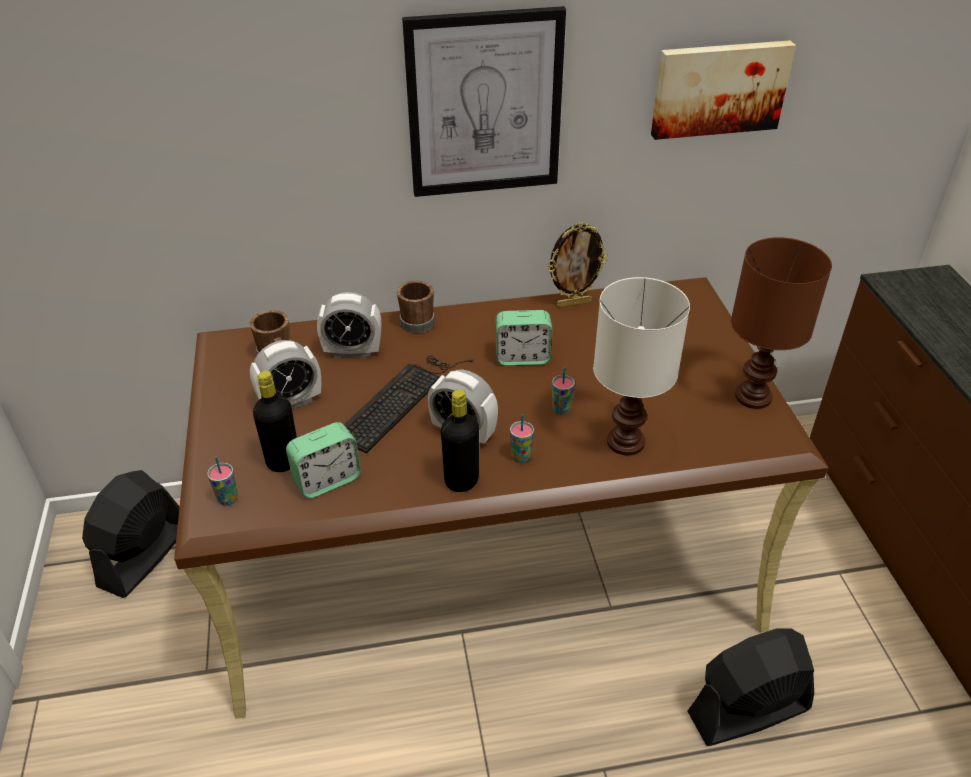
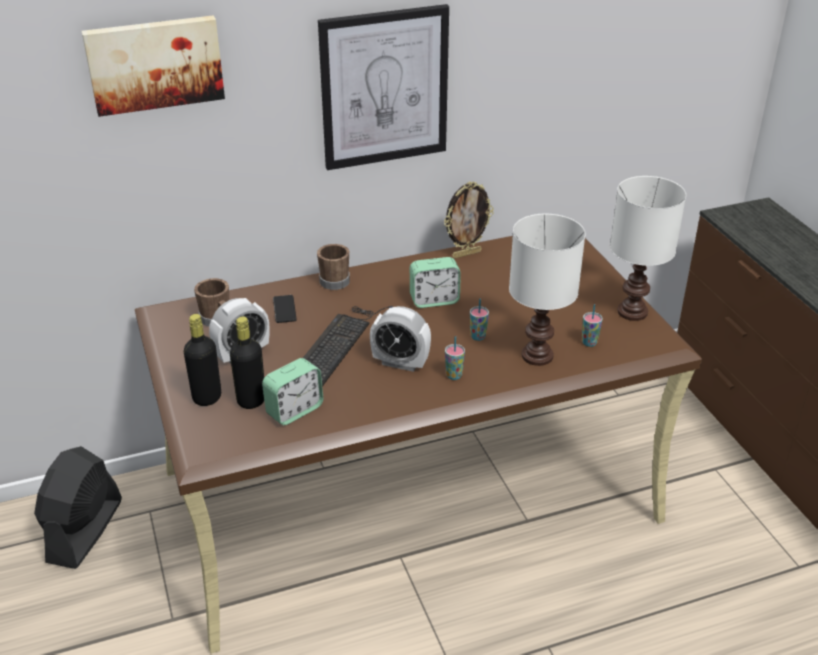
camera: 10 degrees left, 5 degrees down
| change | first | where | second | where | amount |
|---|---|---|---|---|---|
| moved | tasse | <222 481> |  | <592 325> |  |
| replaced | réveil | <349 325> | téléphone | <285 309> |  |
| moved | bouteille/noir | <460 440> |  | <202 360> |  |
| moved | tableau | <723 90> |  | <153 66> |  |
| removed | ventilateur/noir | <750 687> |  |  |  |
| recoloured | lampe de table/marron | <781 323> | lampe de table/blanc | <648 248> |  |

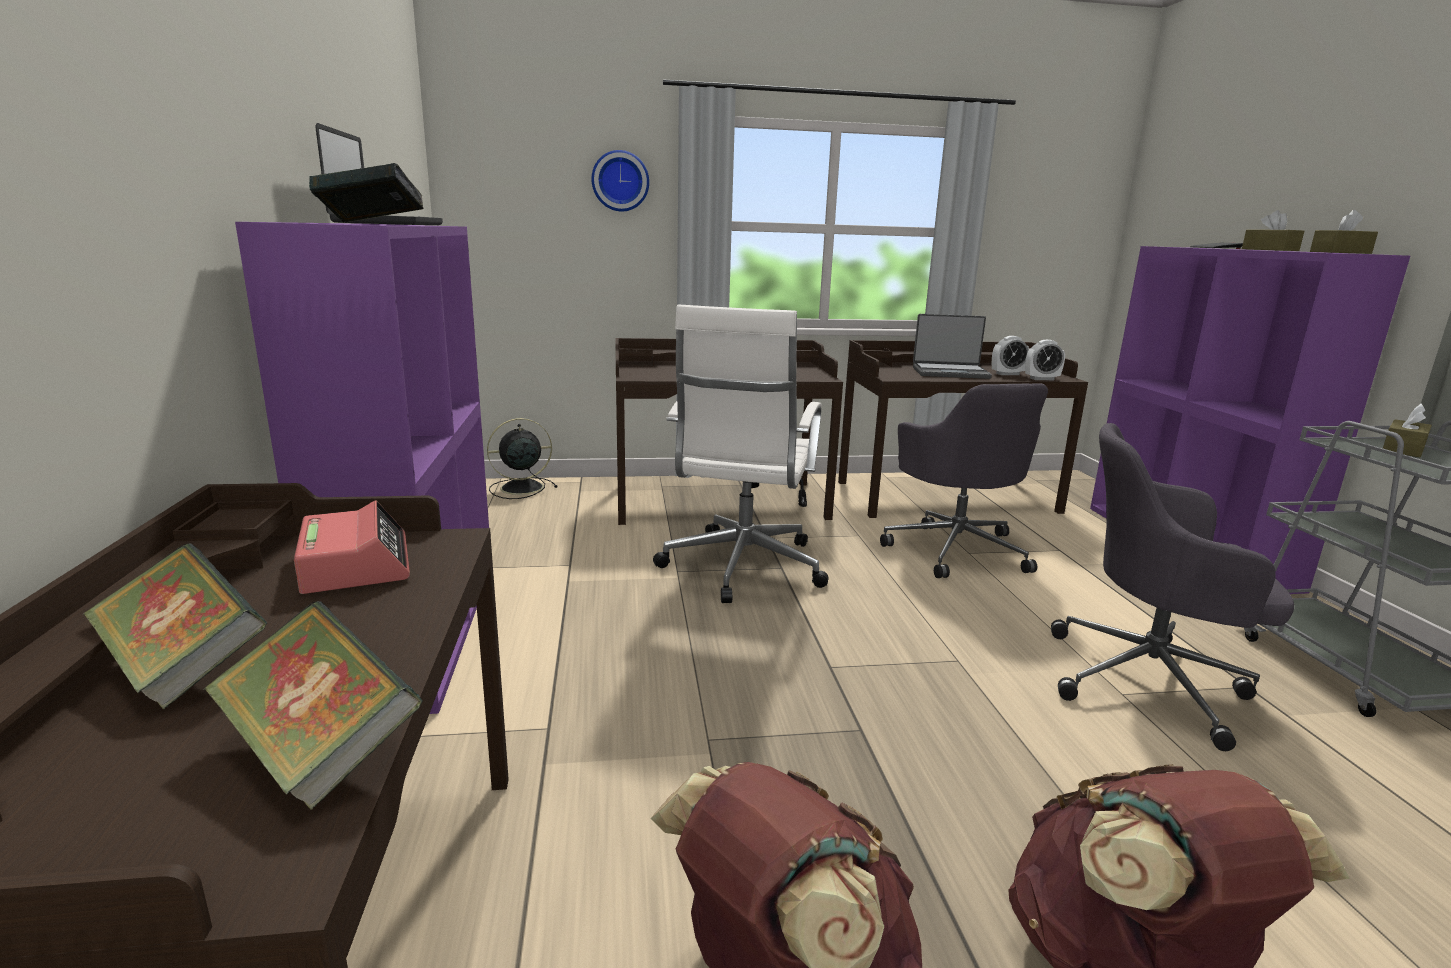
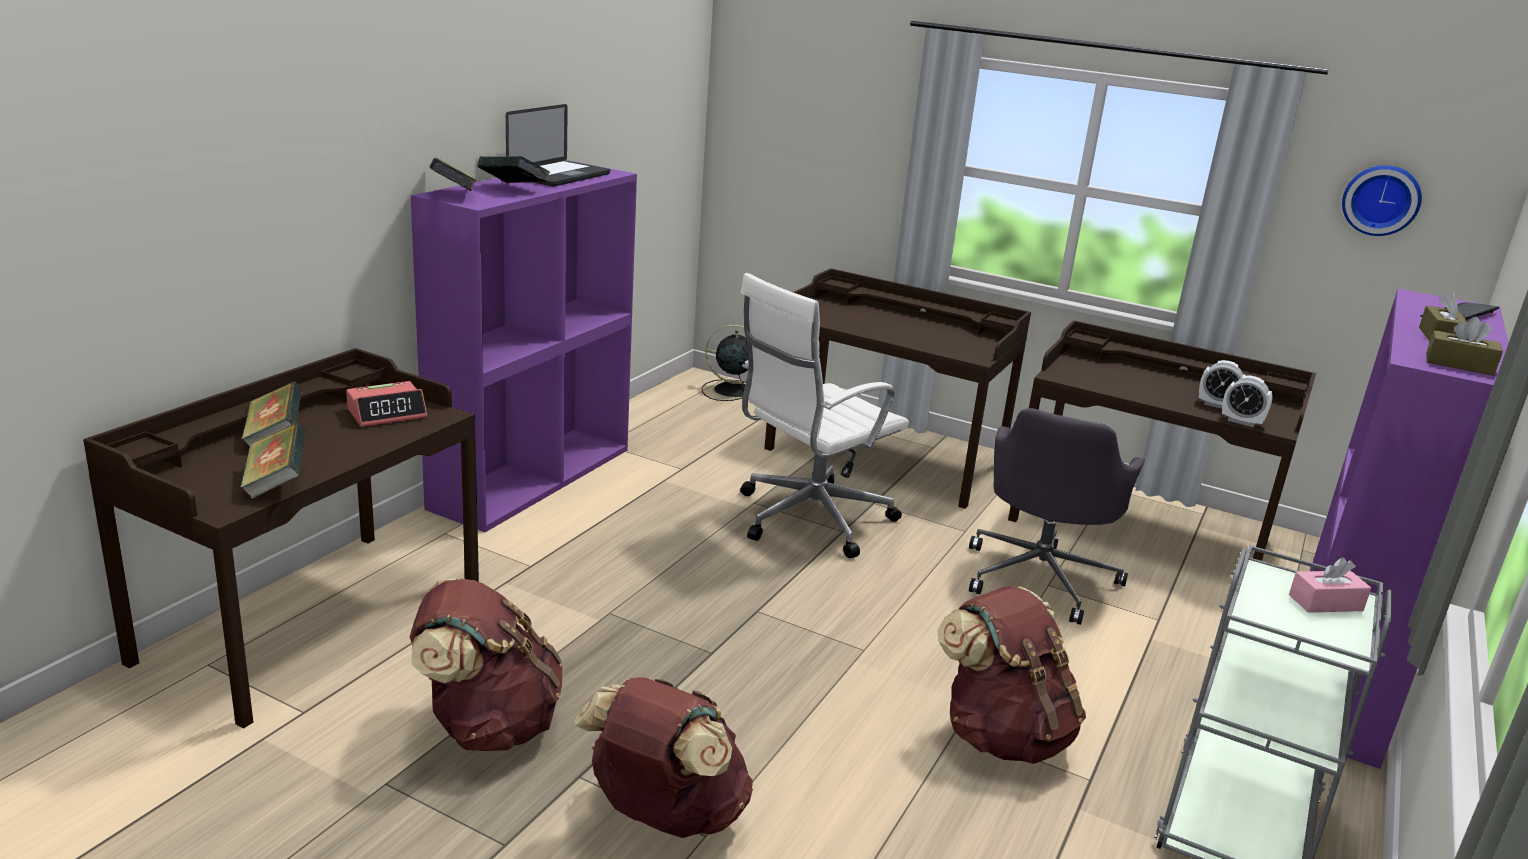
camera: 35 degrees right, 5 degrees up
| change | first | where | second | where | amount |
|---|---|---|---|---|---|
| turned | réveil | <352 547> |  | <386 404> | 45 degrees clockwise |
| moved | horloge murale | <620 181> |  | <1382 200> |  |
| removed | ordinateur portable | <952 346> |  |  |  |
| replaced | chaise de bureau/gris | <1172 587> | sac à dos/marron | <1011 675> |  |
| recoloured | boîte à mouchoirs/marron | <1407 430> | boîte à mouchoirs/rose | <1330 585> |  |
| added |  |  | livre | <453 174> |  |

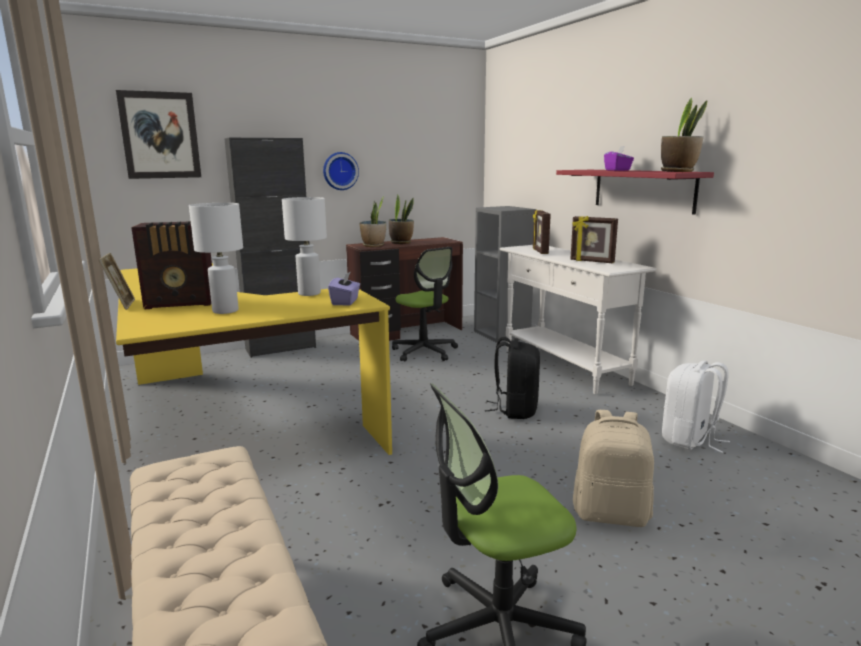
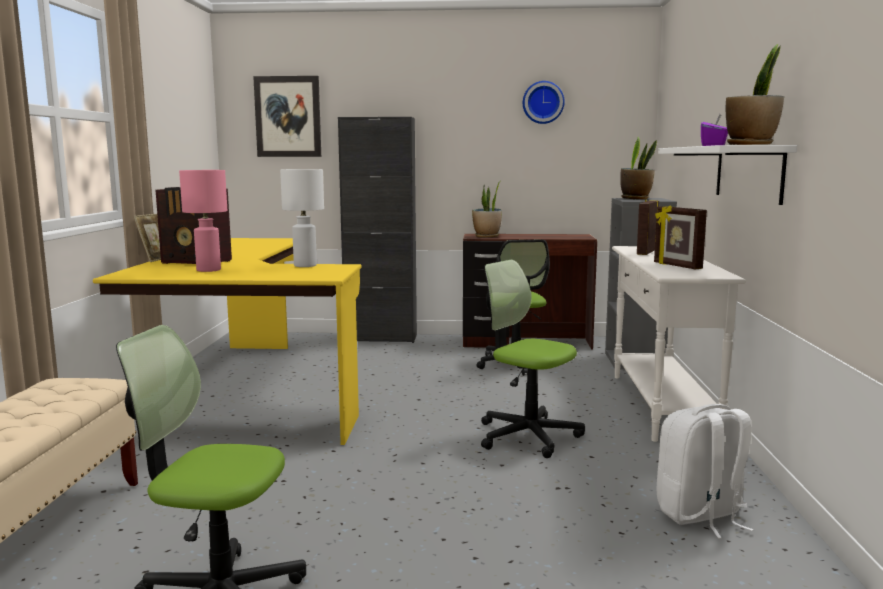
camera: 30 degrees right, 5 degrees down
| change | first | where | second | where | amount |
|---|---|---|---|---|---|
| recoloured | lampe de table/blanc | <216 258> | lampe de table/rose | <203 221> |  |
| moved | horloge murale | <341 171> |  | <544 102> |  |
| removed | boîte à mouchoirs/violet | <344 288> |  |  |  |
| moved | plante en pot | <401 219> |  | <638 167> |  |
| replaced | sac à dos/noir | <512 378> | chaise de bureau | <533 359> |  |
| recoloured | étagère/rouge | <635 192> | étagère/blanc | <727 175> |  |
| removed | sac à dos/beige | <613 468> |  |  |  |

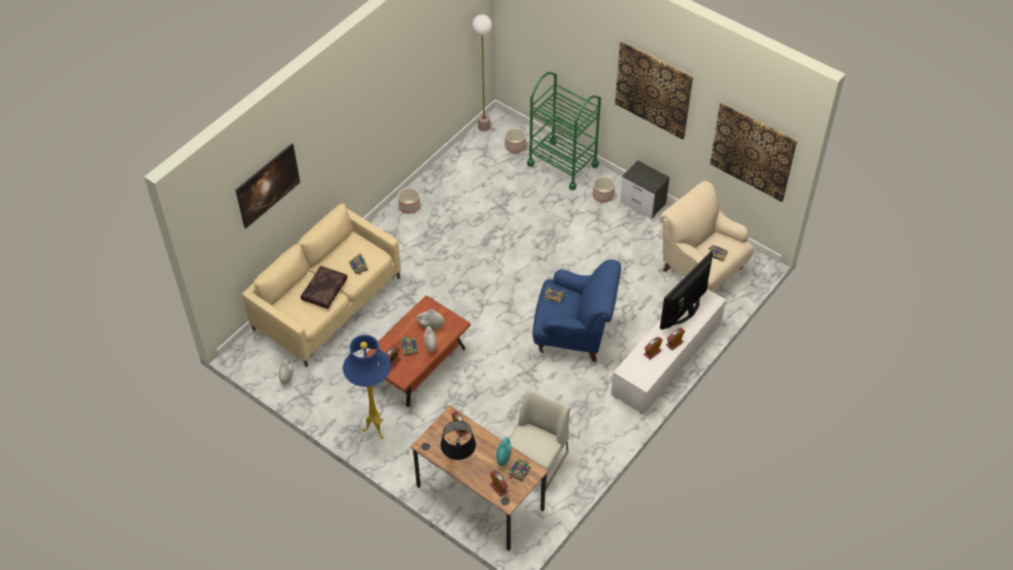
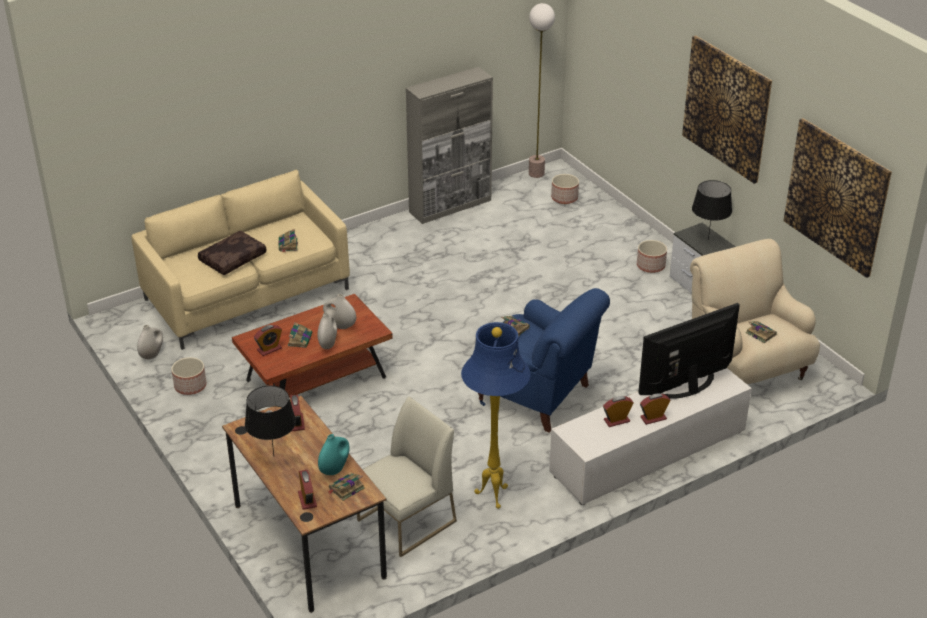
camera: 20 degrees right, 15 degrees down
| change | first | where | second | where | amount |
|---|---|---|---|---|---|
| removed | tableau | <268 186> |  |  |  |
| moved | lampadaire/bleu | <367 387> |  | <496 415> |  |
| moved | cache-pot | <409 201> |  | <188 376> |  |
| removed | chariot/vert | <564 131> |  |  |  |
| added |  |  | meuble de rangement/gris | <449 145> |  |
| added |  |  | lampe de table/noir | <712 210> |  |

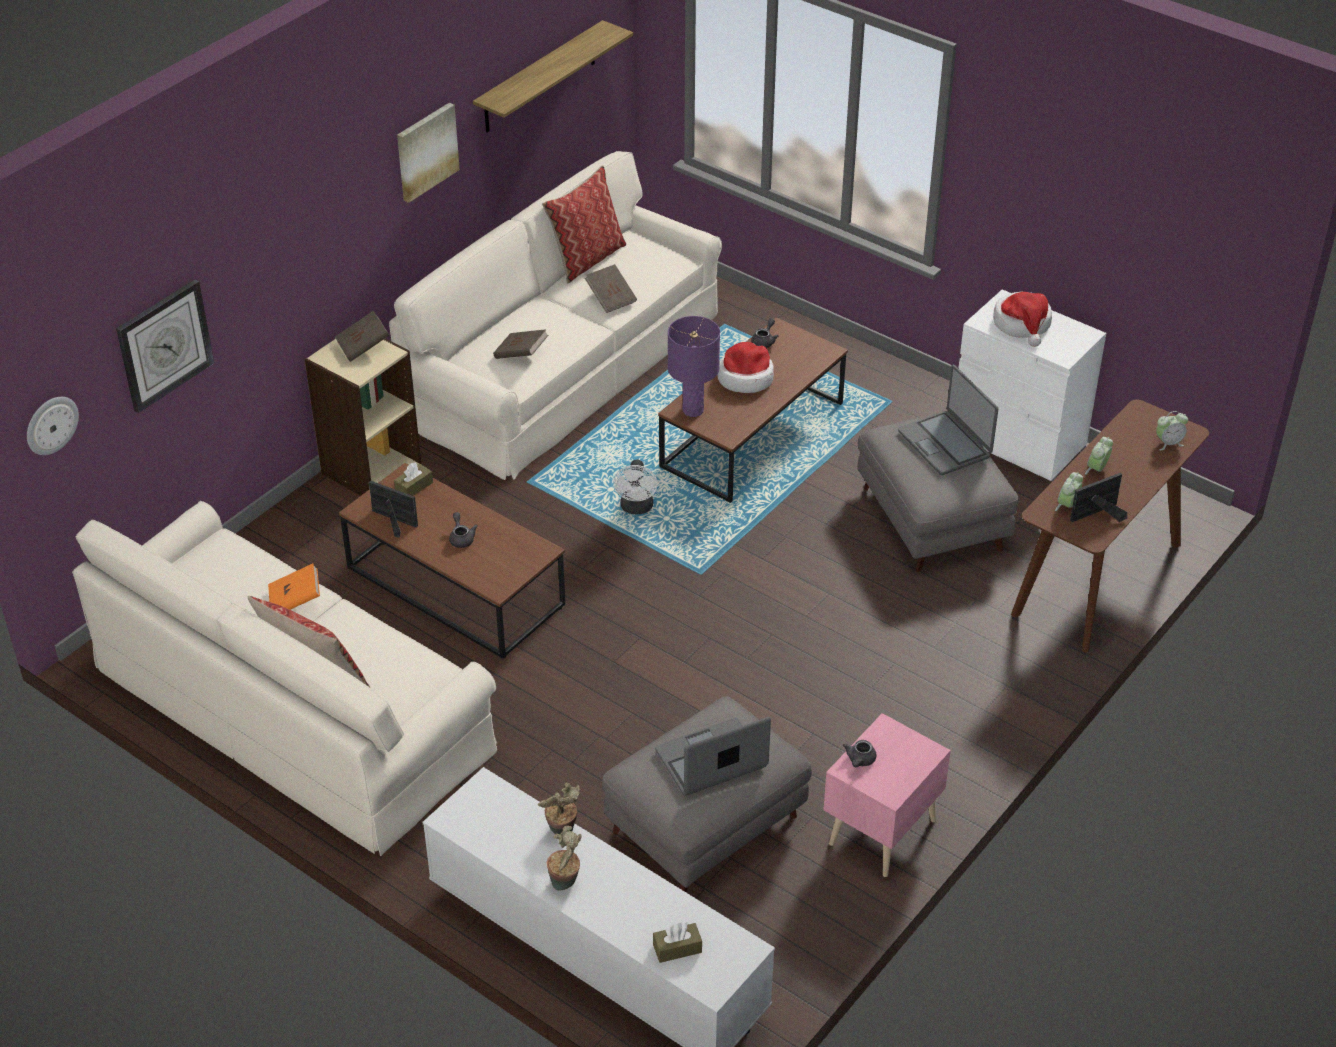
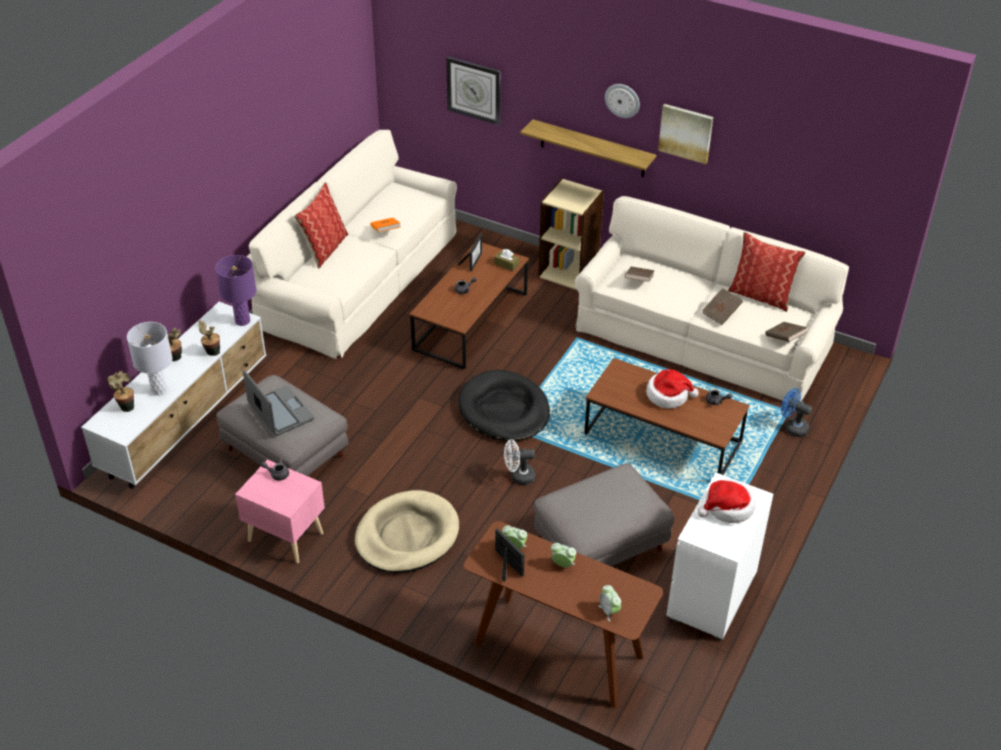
camera: 80 degrees right, 0 degrees up
| change | first | where | second | where | amount |
|---|---|---|---|---|---|
| moved | horloge murale | <53 426> |  | <622 101> |  |
| moved | livre/marron | <362 336> |  | <786 332> |  |
| moved | étagère | <553 76> |  | <588 148> |  |
| moved | ventilateur/blanc | <635 487> |  | <520 462> |  |
| replaced | boîte à mouchoirs/marron | <677 943> | plante en pot | <120 391> |  |
| moved | lampe de table/violet | <694 366> |  | <235 290> |  |
| removed | ordinateur portable | <948 420> |  |  |  |
| added |  |  | lampe de table/gris | <149 359> |  |
| added |  |  | panier pour chien/beige | <407 531> |  |
| added |  |  | panier pour chien/noir | <504 405> |  |
| added |  |  | ventilateur/bleu | <796 412> |  |

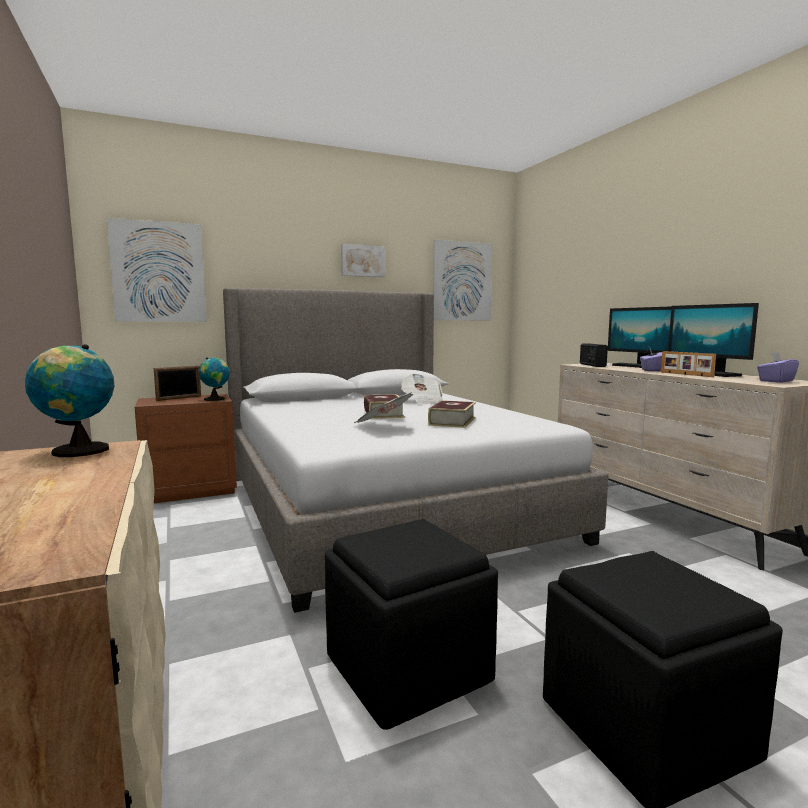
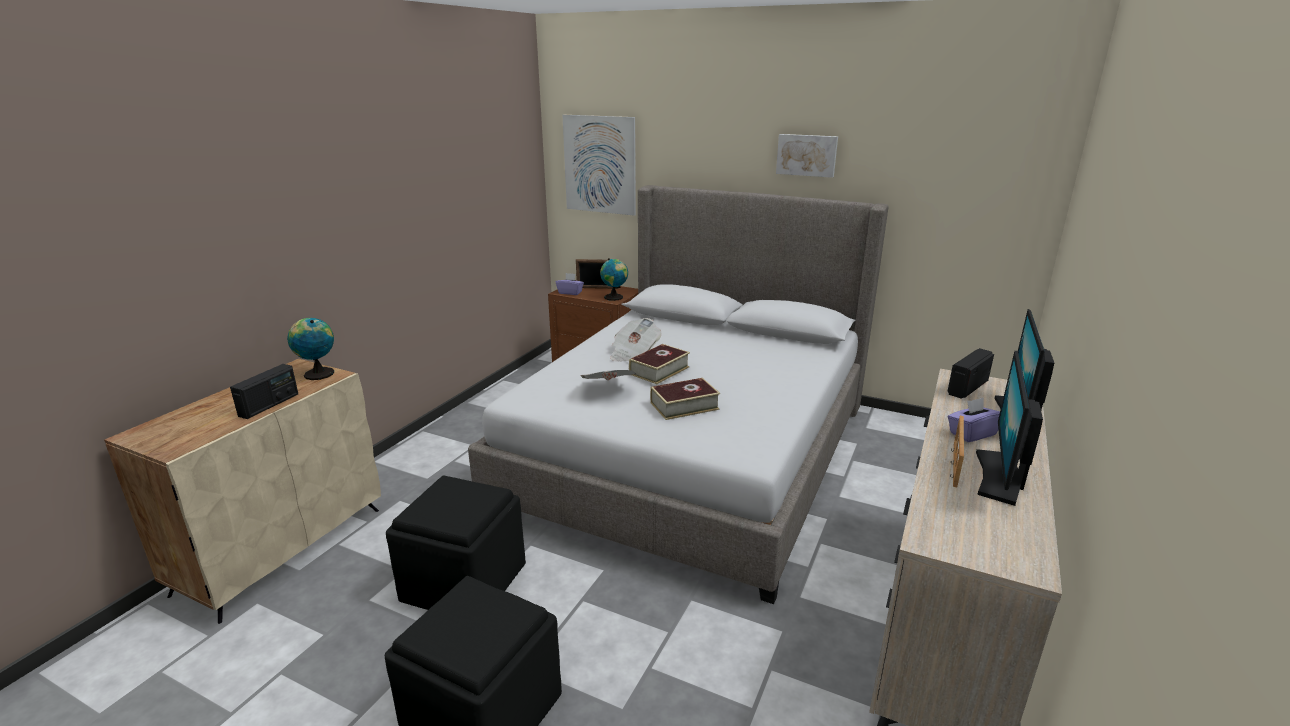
camera: 50 degrees right, 15 degrees up
| change | first | where | second | where | amount |
|---|---|---|---|---|---|
| moved | journal | <422 389> |  | <635 340> |  |
| removed | tableau | <462 280> |  |  |  |
| moved | boîte à mouchoirs/violet | <778 367> |  | <570 284> |  |
| added |  |  | radio | <264 391> |  |

